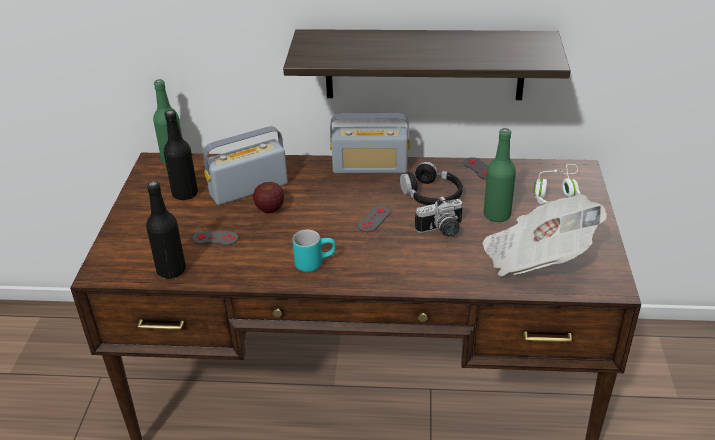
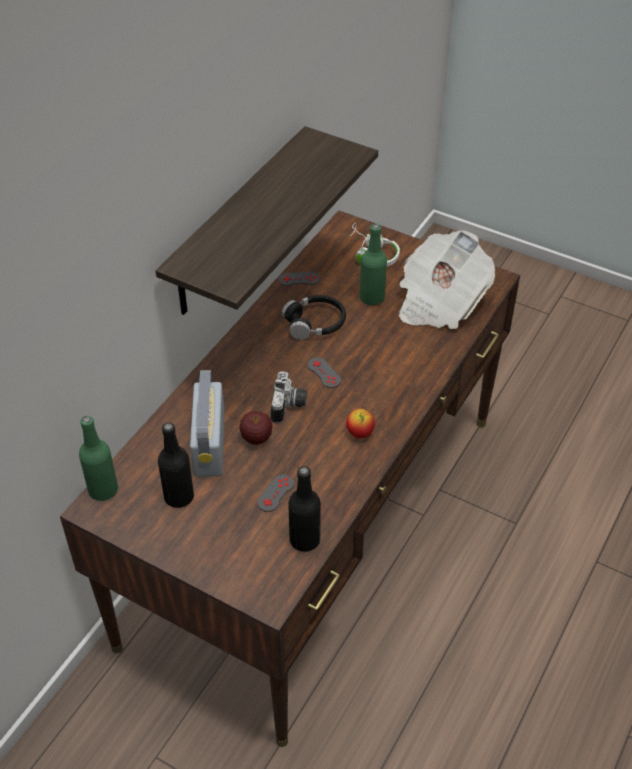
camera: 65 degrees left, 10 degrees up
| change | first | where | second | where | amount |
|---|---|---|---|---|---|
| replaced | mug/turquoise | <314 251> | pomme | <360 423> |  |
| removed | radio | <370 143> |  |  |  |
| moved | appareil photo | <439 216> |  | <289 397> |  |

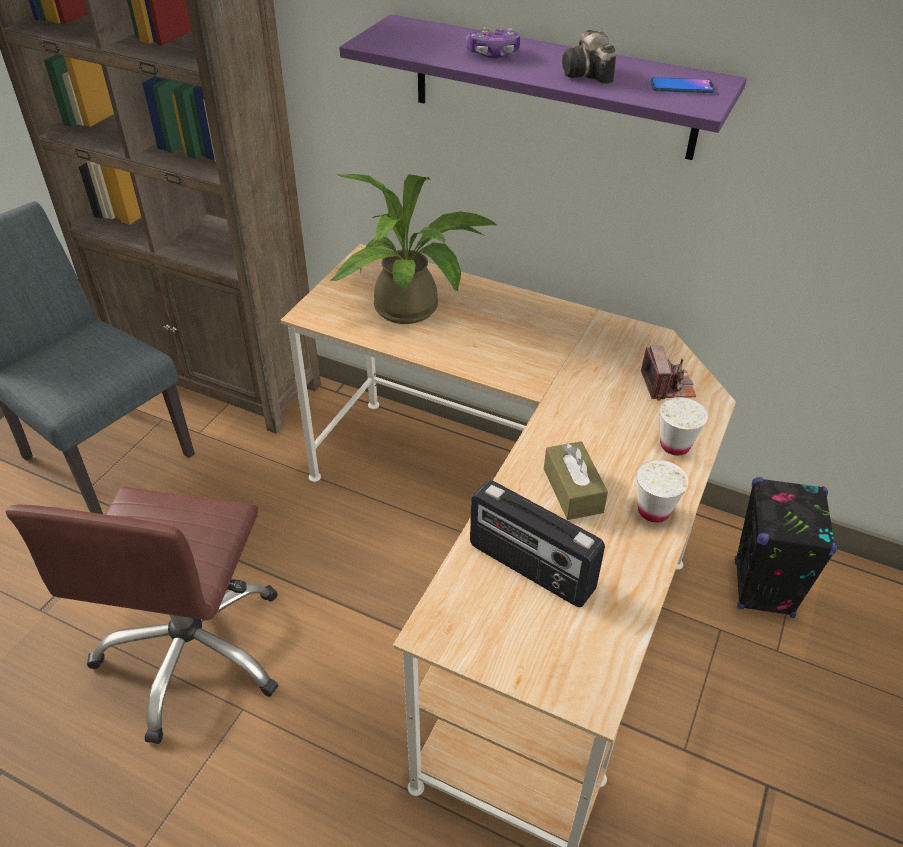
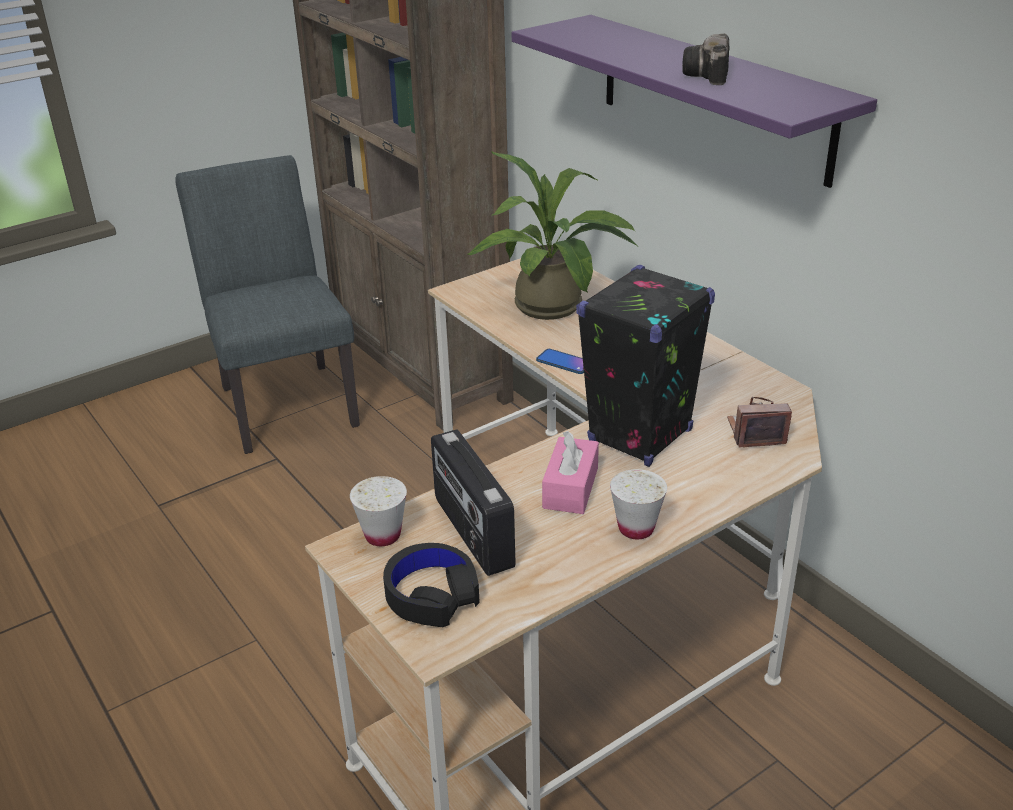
camera: 30 degrees right, 10 degrees down
| change | first | where | second | where | amount |
|---|---|---|---|---|---|
| removed | chaise de bureau/marron | <142 615> |  |  |  |
| removed | manette | <493 43> |  |  |  |
| recoloured | boîte à mouchoirs/marron | <576 480> | boîte à mouchoirs/rose | <570 472> |  |
| turned | appareil photo | <668 373> |  | <759 422> | 120 degrees counterclockwise |
| moved | téléphone | <683 85> |  | <560 361> |  |
| moved | tasse/blanc | <683 426> |  | <378 511> |  |
| moved | enceinte/noir | <786 547> |  | <645 366> |  |
| added |  |  | casque audio/noir | <431 585> |  |

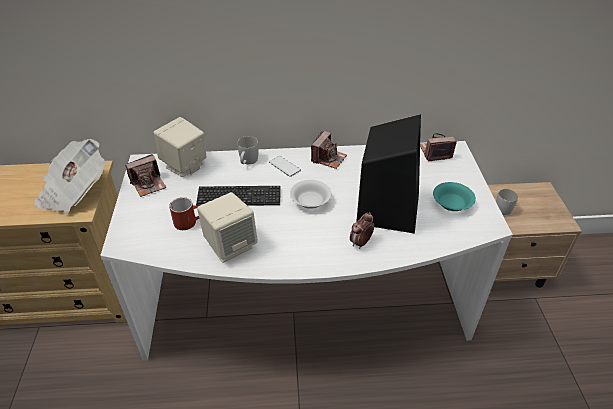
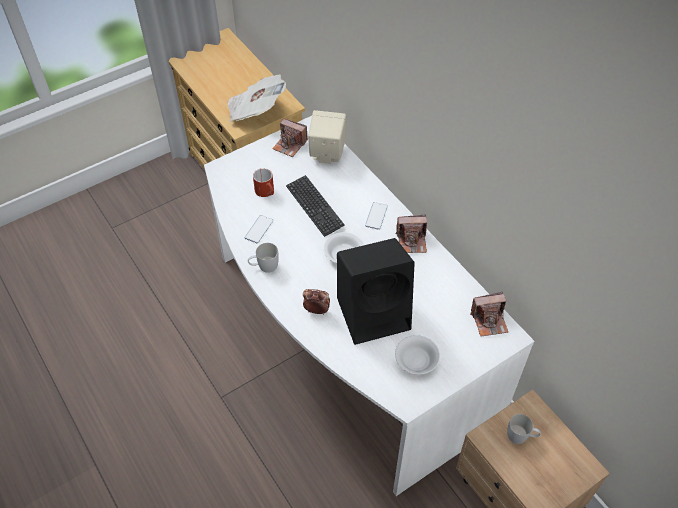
camera: 60 degrees right, 10 degrees up
| change | first | where | second | where | amount |
|---|---|---|---|---|---|
| replaced | enceinte/beige | <227 227> | téléphone | <258 229> |  |
| moved | mug/blanc | <248 150> |  | <263 258> |  |
| turned | appareil photo | <438 147> |  | <489 314> | 120 degrees clockwise |
| recoloured | bol/turquoise | <454 196> | bol/blanc | <417 355> |  |

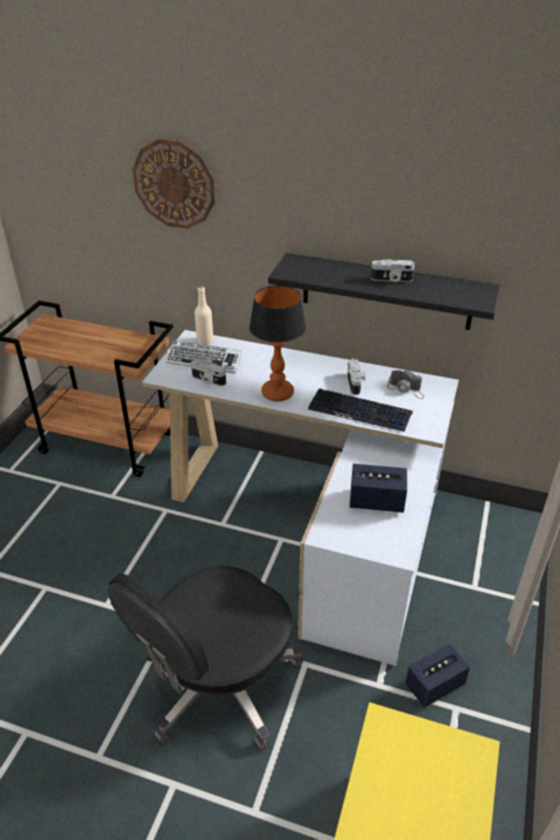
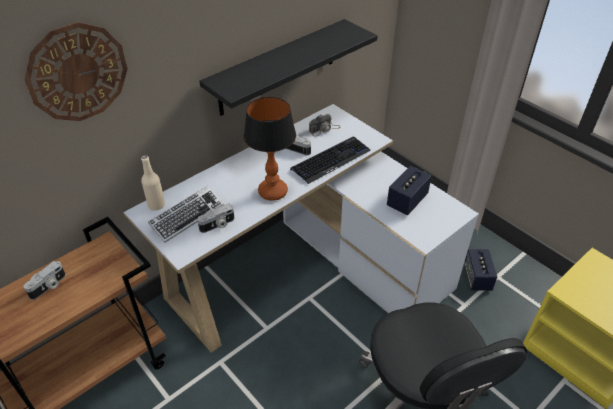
camera: 60 degrees left, 5 degrees up
| change | first | where | second | where | amount |
|---|---|---|---|---|---|
| moved | appareil photo | <393 270> |  | <44 280> |  |

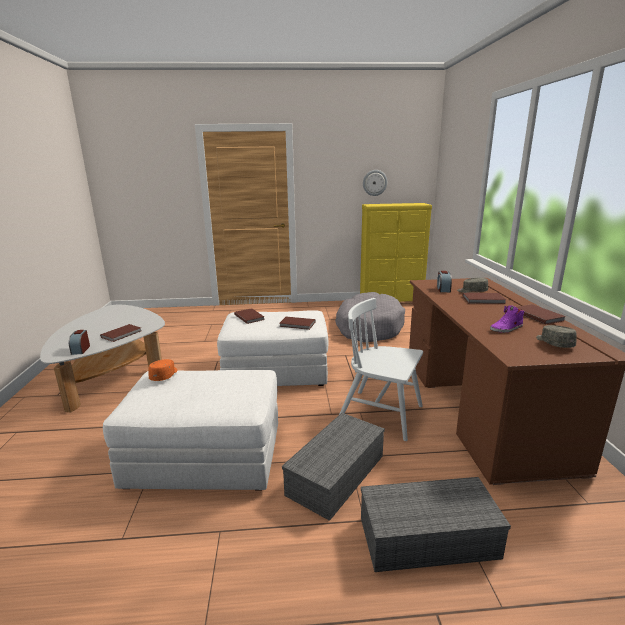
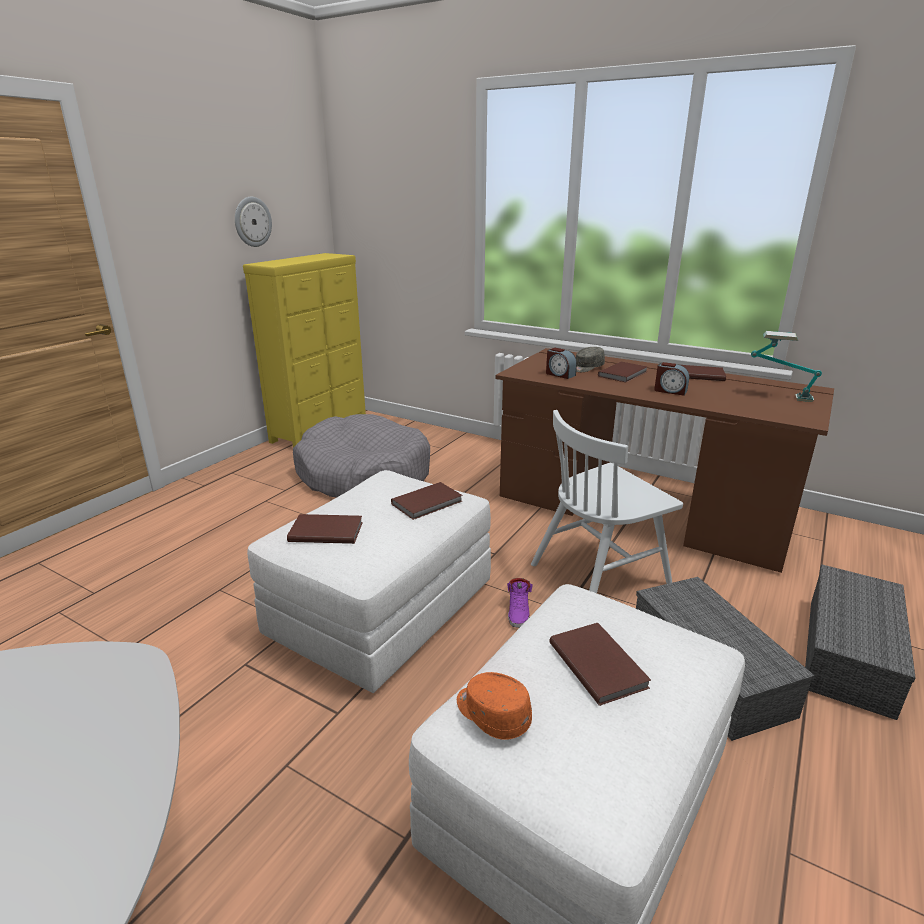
camera: 55 degrees left, 5 degrees up
| change | first | where | second | where | amount |
|---|---|---|---|---|---|
| moved | réveil | <79 342> |  | <671 379> |  |
| moved | livre/marron | <120 333> |  | <600 664> |  |
| moved | chaussure/violet | <507 319> |  | <520 603> |  |
| replaced | casquette/gris | <556 336> | lampe de table | <786 366> |  |

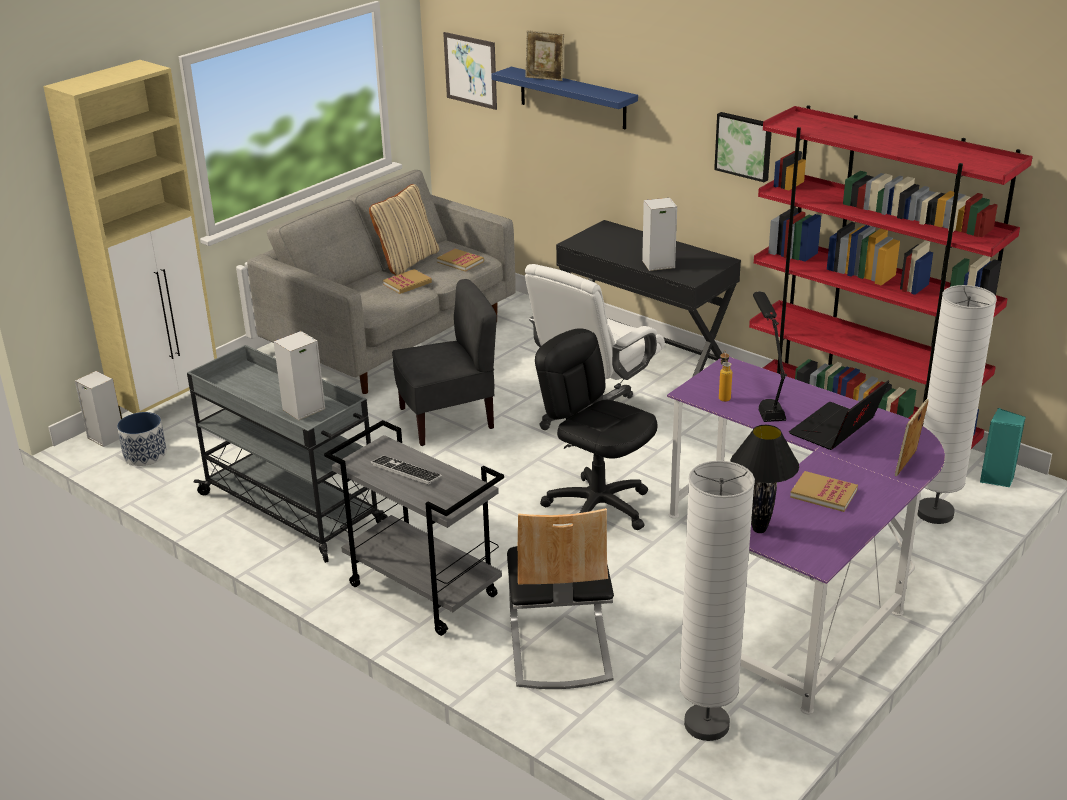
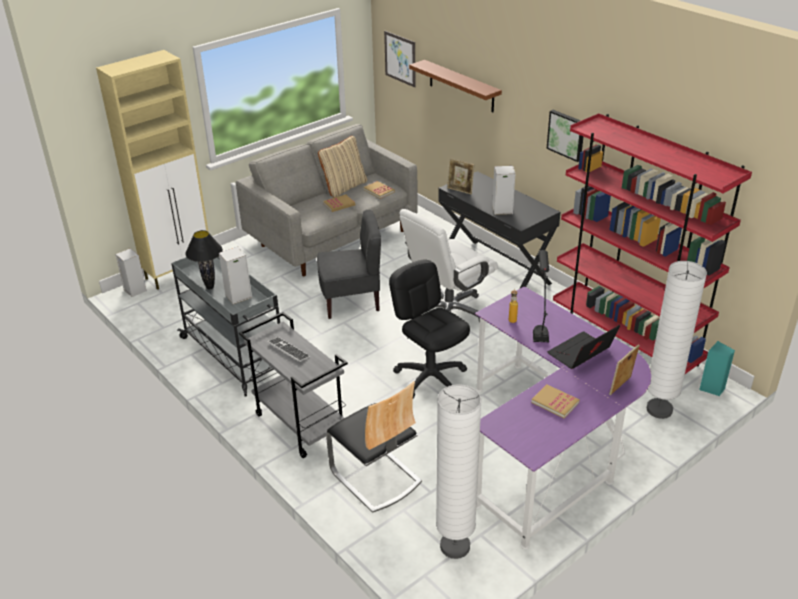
camera: 10 degrees right, 5 degrees up
| change | first | where | second | where | amount |
|---|---|---|---|---|---|
| removed | cache-pot | <142 439> |  |  |  |
| recoloured | étagère/bleu | <564 98> | étagère/marron | <455 86> |  |
| turned | chaise | <560 598> |  | <374 447> | 45 degrees counterclockwise |
| moved | cadre photo | <544 55> |  | <461 176> |  |
| moved | lampe de table/noir | <764 479> |  | <204 259> |  |

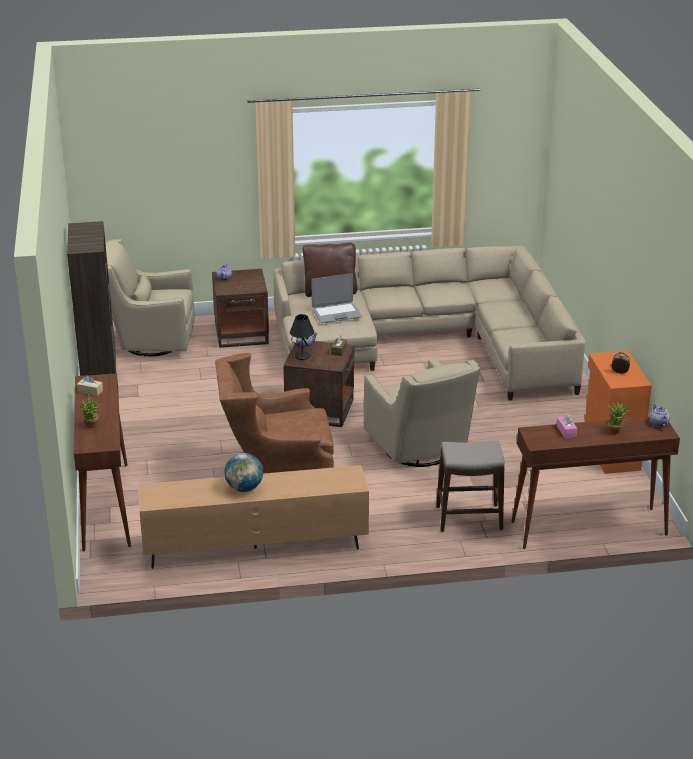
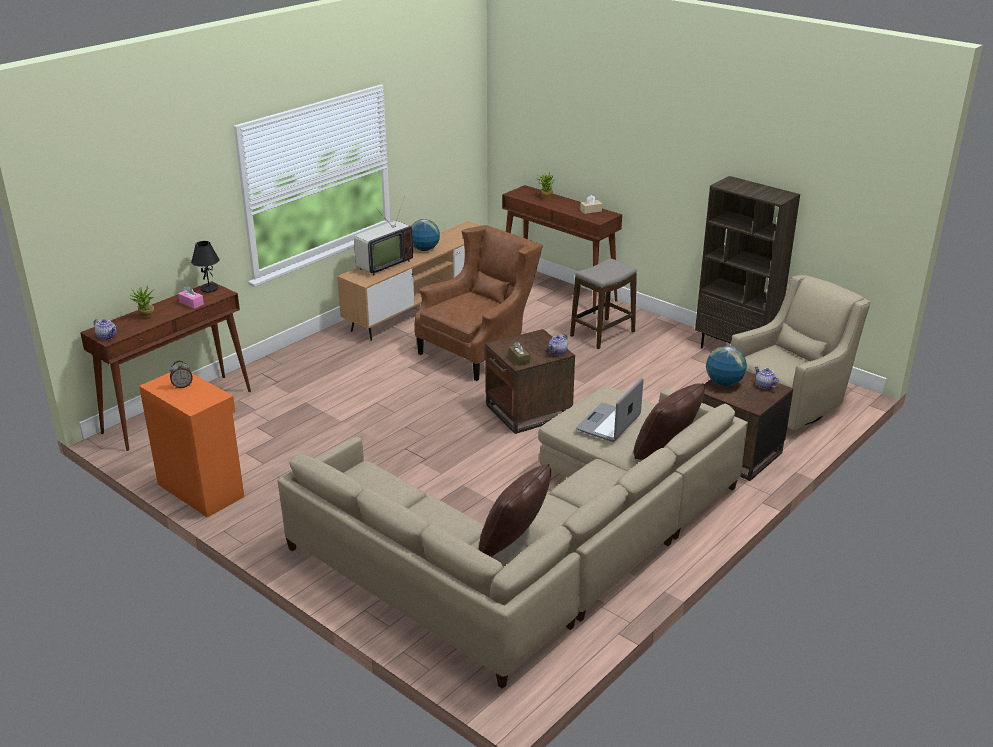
camera: 140 degrees right, 0 degrees up
| change | first | where | second | where | amount |
|---|---|---|---|---|---|
| moved | lampe de table/noir | <302 337> |  | <205 266> |  |
| removed | fauteuil/beige | <421 413> |  |  |  |
| moved | tabouret | <470 486> |  | <603 303> |  |
| added |  |  | téléviseur | <383 236> |  |
| added |  |  | coussin/marron | <515 510> |  |
| added |  |  | globe | <726 366> |  |

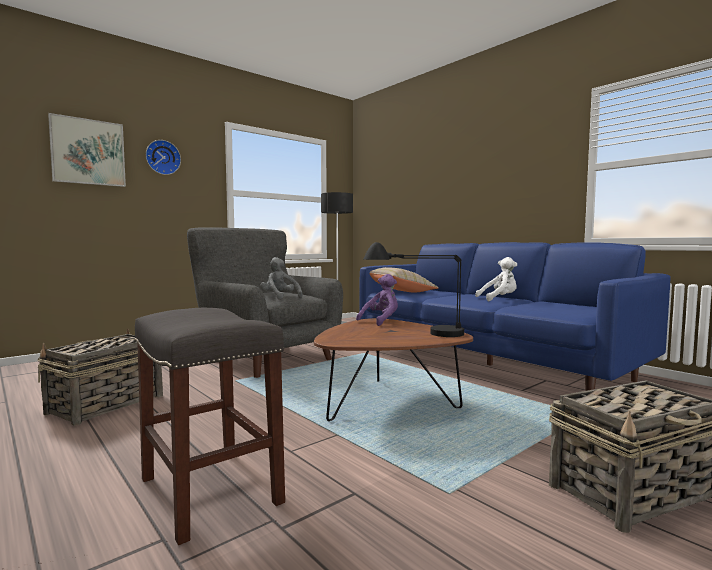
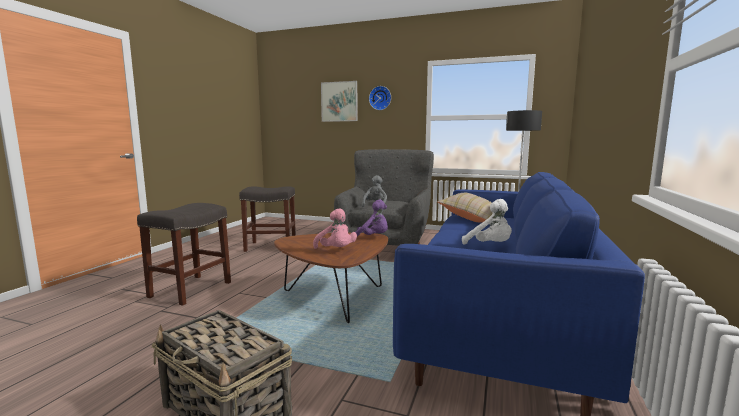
camera: 60 degrees right, 5 degrees up
| change | first | where | second | where | amount |
|---|---|---|---|---|---|
| replaced | panier | <100 377> | tabouret/gris | <267 219> |  |
| replaced | lampe de table/noir | <414 289> | peluche/rose | <335 228> |  |

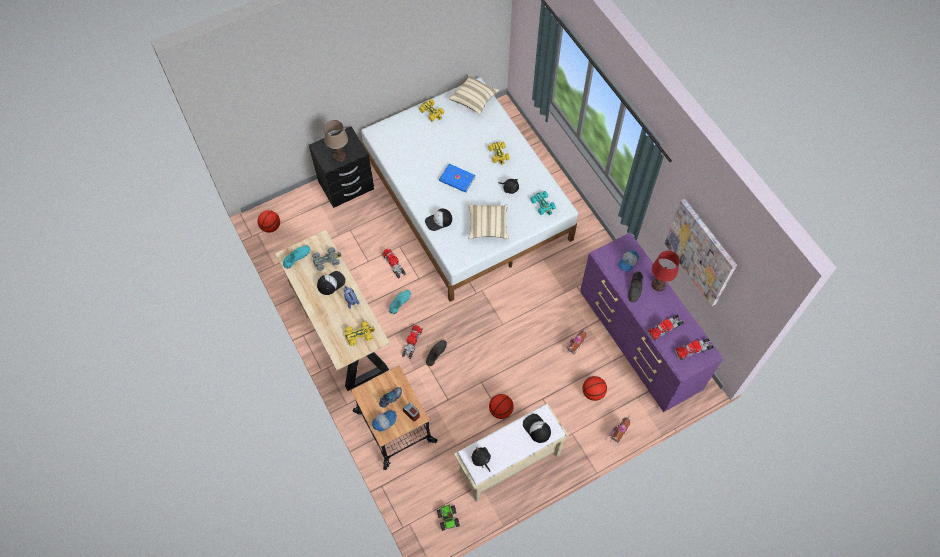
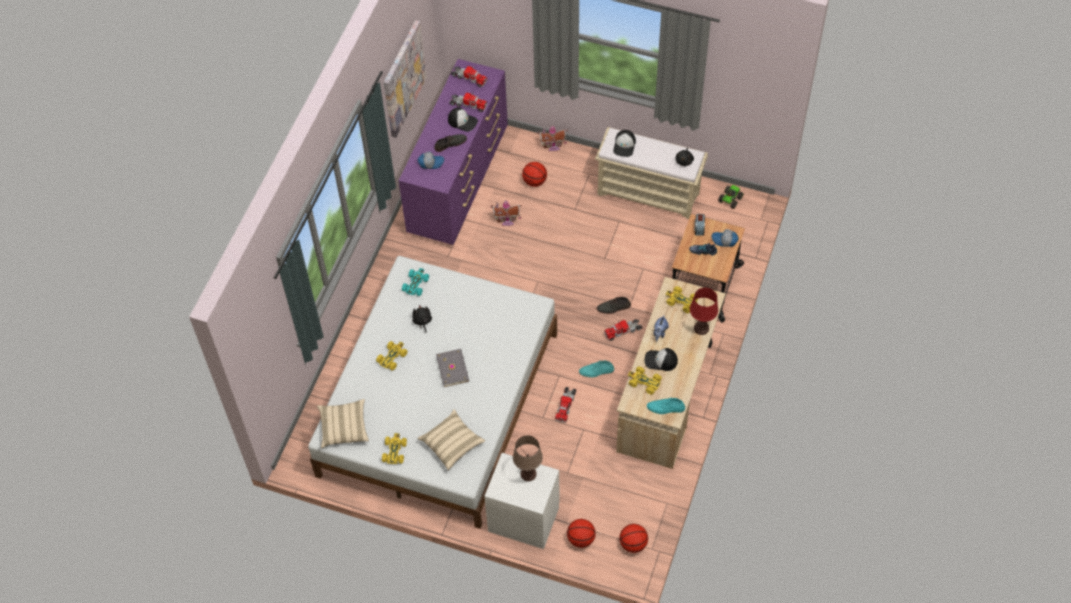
camera: 130 degrees left, 5 degrees down
| change | first | where | second | where | amount |
|---|---|---|---|---|---|
| recoloured | table de chevet/noir | <341 167> | table de chevet/blanc | <522 501> |  |
| recoloured | petite voiture/gris | <327 259> | petite voiture/jaune | <645 381> |  |
| moved | casquette | <438 219> |  | <463 119> |  |
| recoloured | livre/bleu | <457 178> | livre/gris | <452 368> |  |
| moved | coussin/beige | <488 221> |  | <451 439> |  |
| moved | ballon de basket | <501 406> |  | <581 533> |  |
| moved | lampe de table/rouge | <666 271> |  | <704 311> |  |

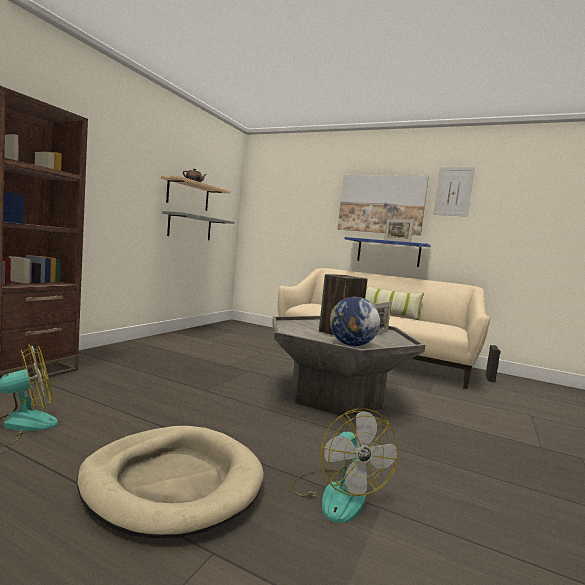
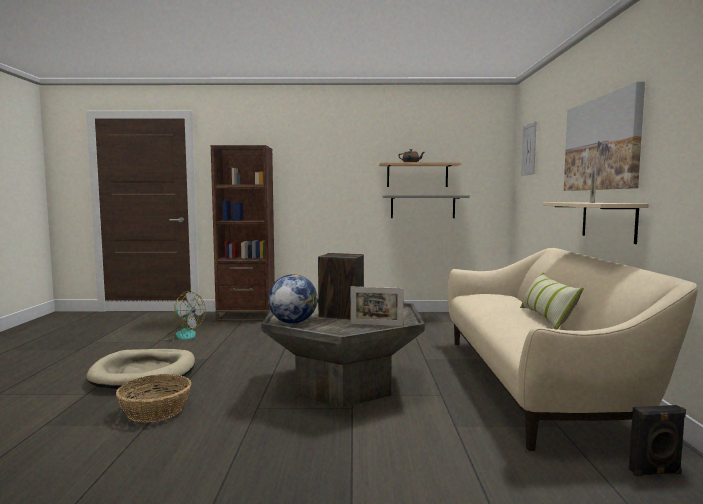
camera: 65 degrees right, 0 degrees up
| change | first | where | second | where | amount |
|---|---|---|---|---|---|
| replaced | ventilateur | <344 465> | panier | <153 398> |  |
| recoloured | étagère/bleu | <388 252> | étagère/beige | <596 223> |  |
| moved | tableau | <454 192> |  | <529 148> |  |

